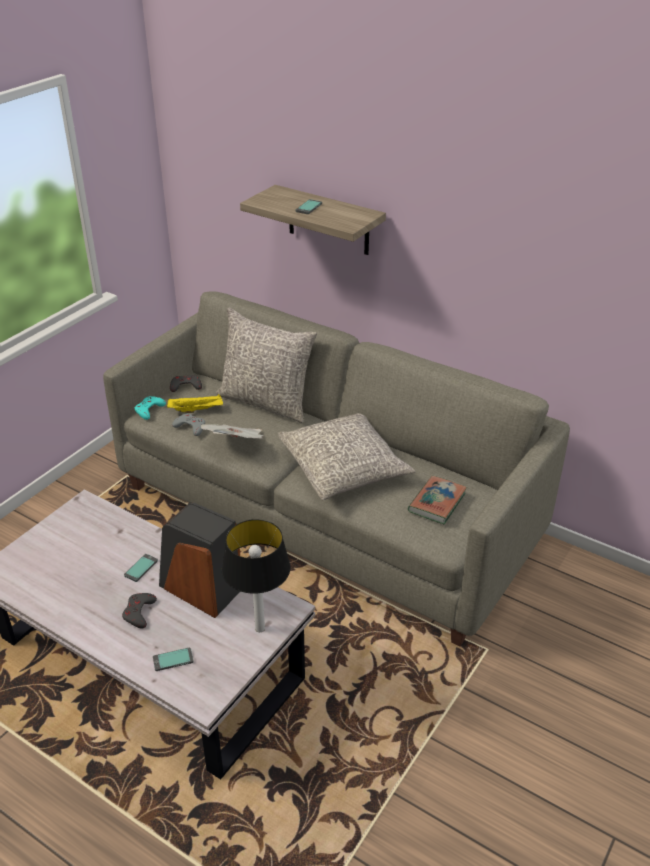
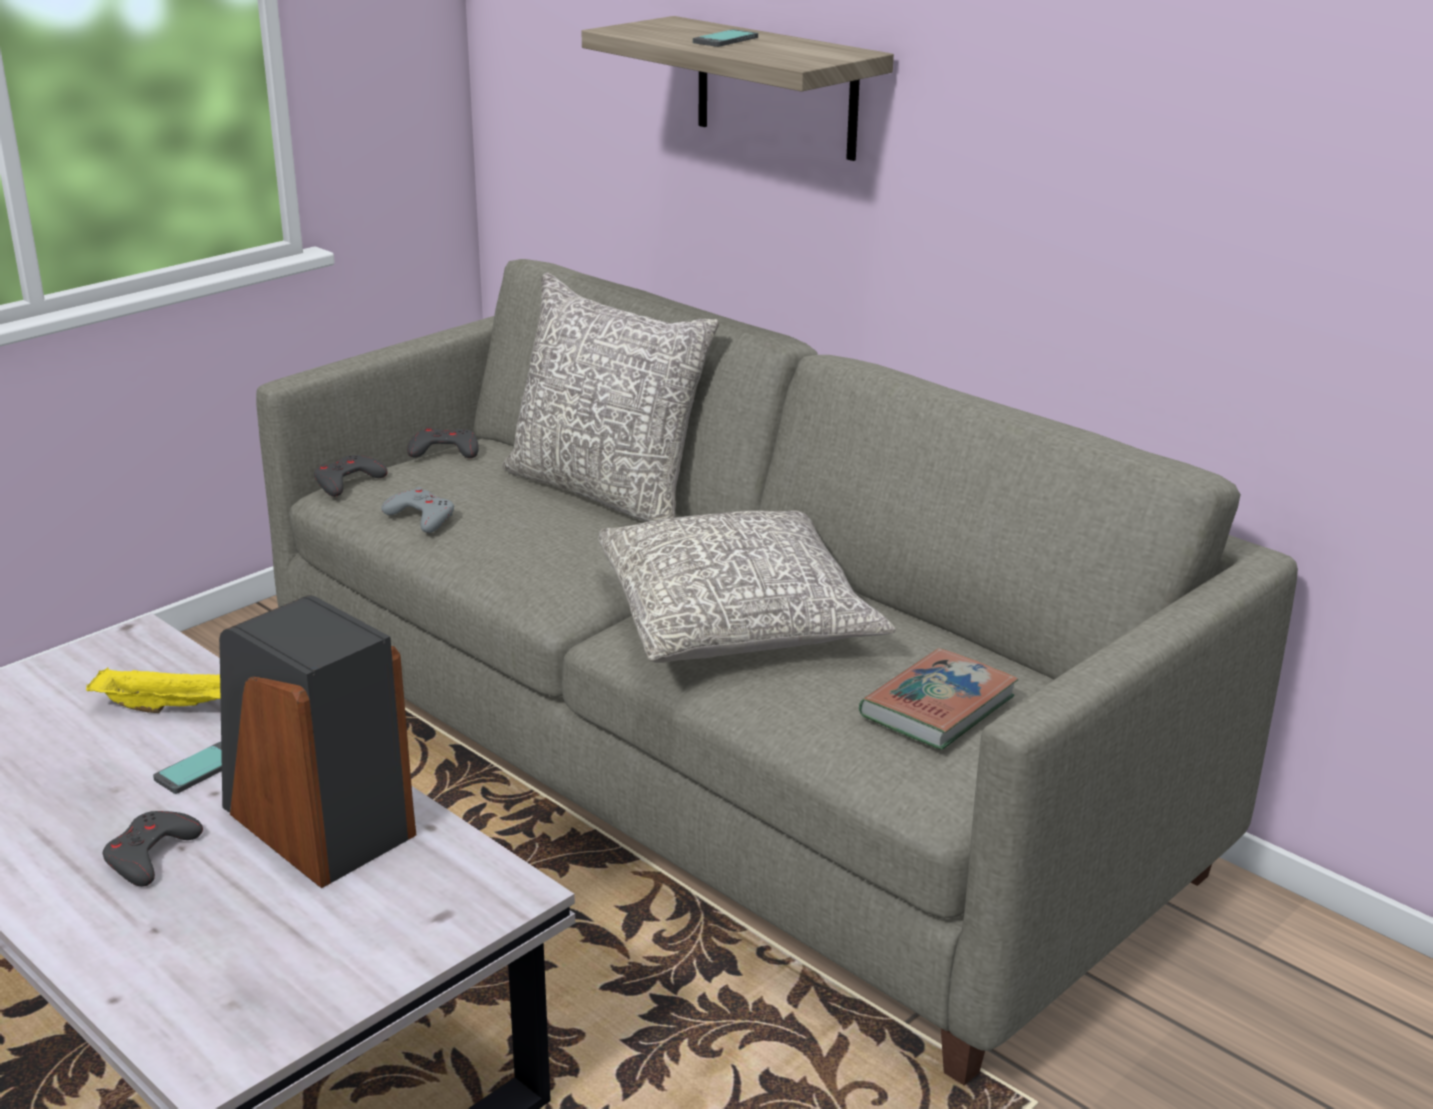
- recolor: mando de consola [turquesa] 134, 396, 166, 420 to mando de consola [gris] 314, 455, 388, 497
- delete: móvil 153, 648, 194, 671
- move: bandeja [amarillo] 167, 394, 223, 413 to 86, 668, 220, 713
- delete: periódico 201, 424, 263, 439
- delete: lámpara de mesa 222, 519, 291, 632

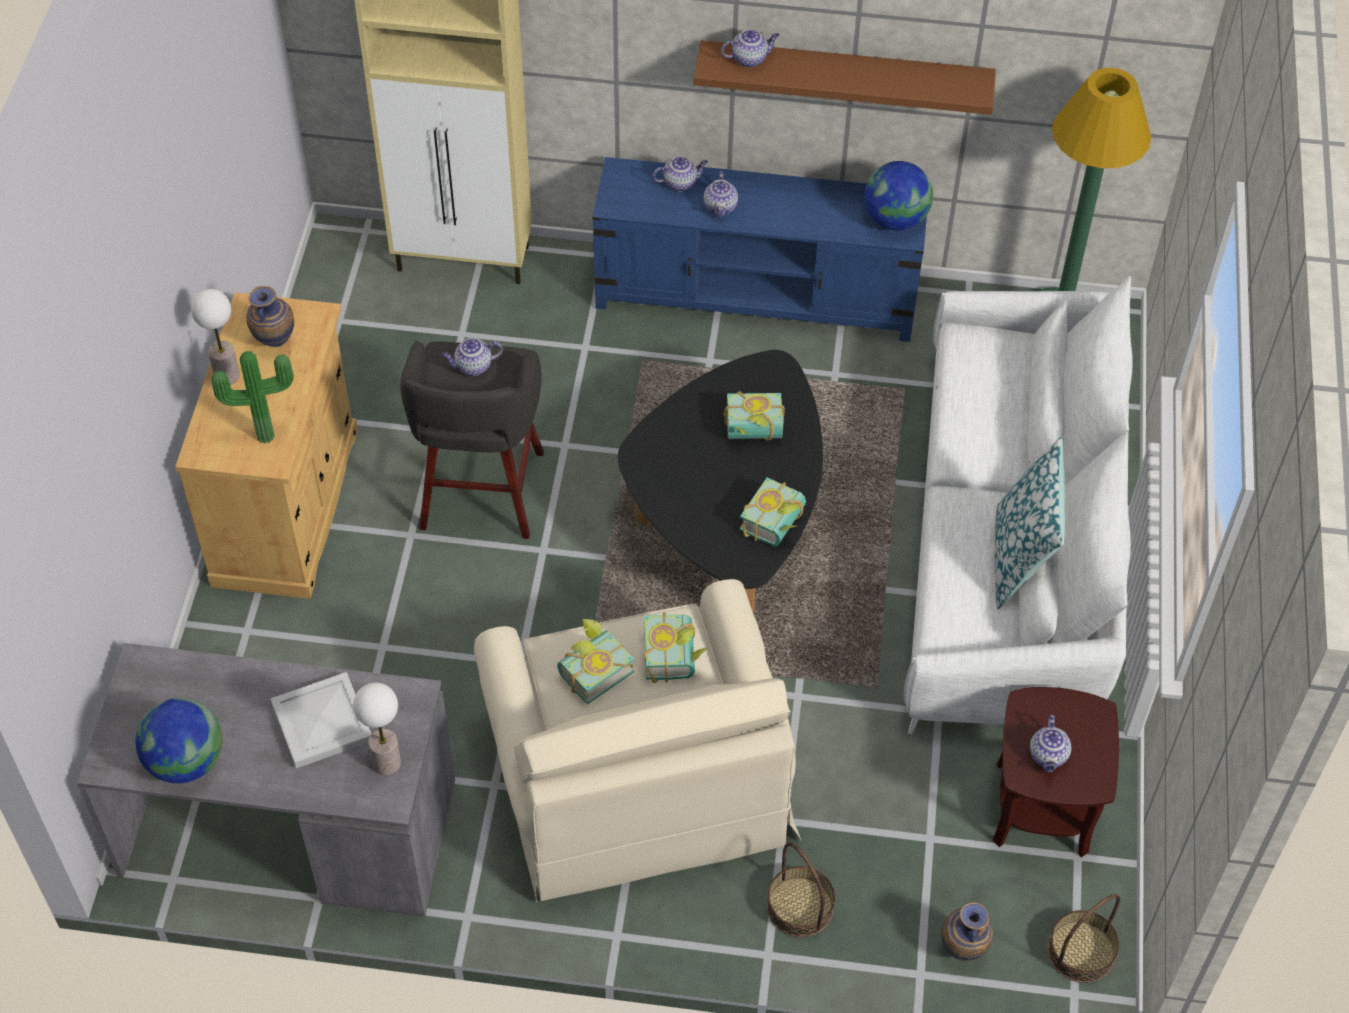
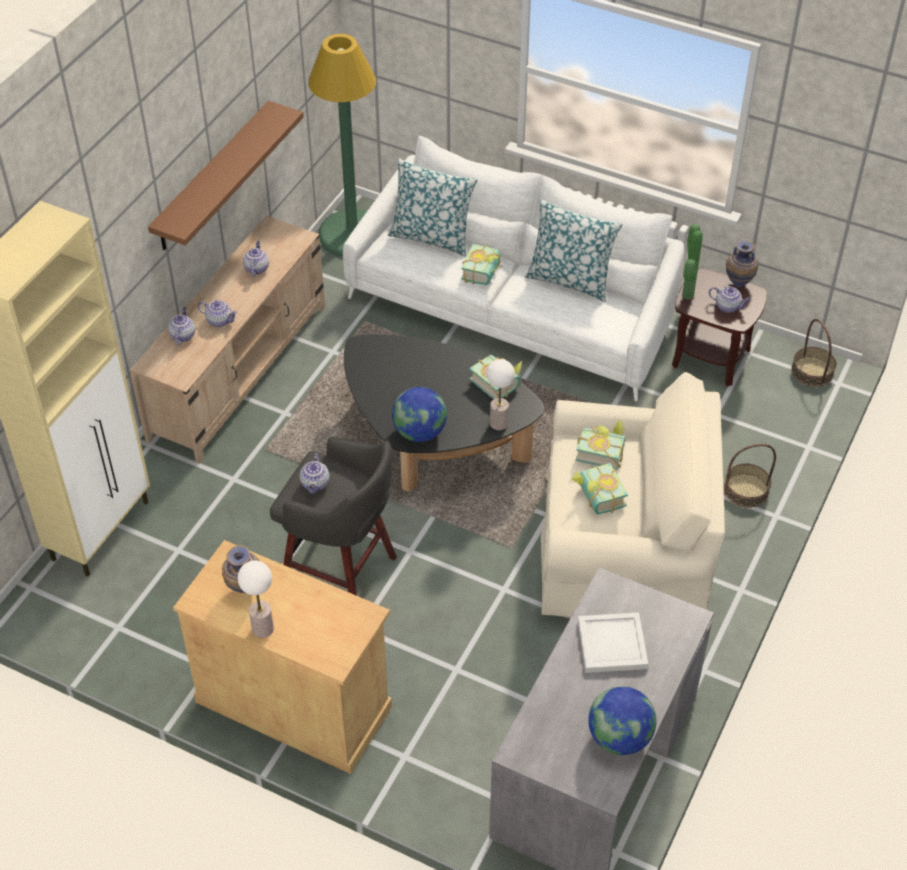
- move: planta en maceta 211, 351, 294, 444 to 682, 224, 703, 300
- move: lámpara de mesa 353, 682, 401, 775 to 486, 359, 515, 430
- recolor: mueble de televisión [azul] 592, 157, 927, 342 to mueble de televisión [beis] 130, 216, 325, 463
- move: tetera 721, 29, 779, 67 to 243, 241, 269, 277
- move: libro 724, 391, 785, 441 to 461, 244, 503, 285
- move: globo terráqueo 864, 161, 933, 230 to 392, 387, 447, 442
- move: florero 941, 902, 993, 961 to 726, 241, 758, 287
- insert: cojín 388, 159, 478, 257

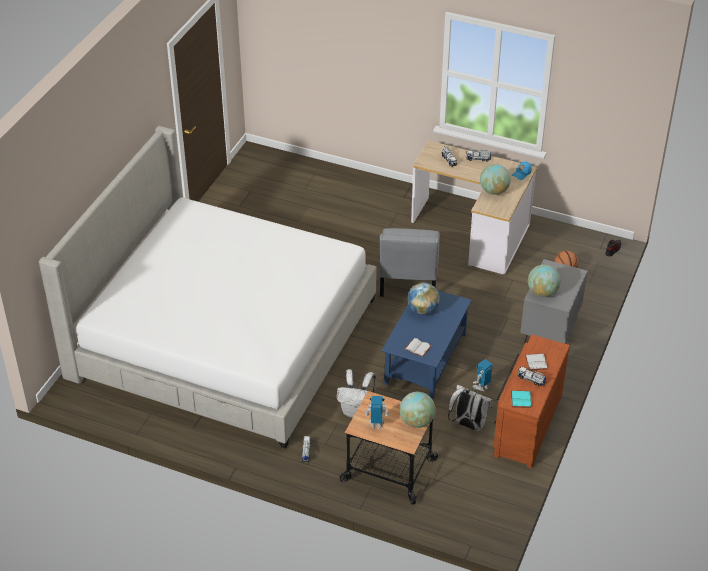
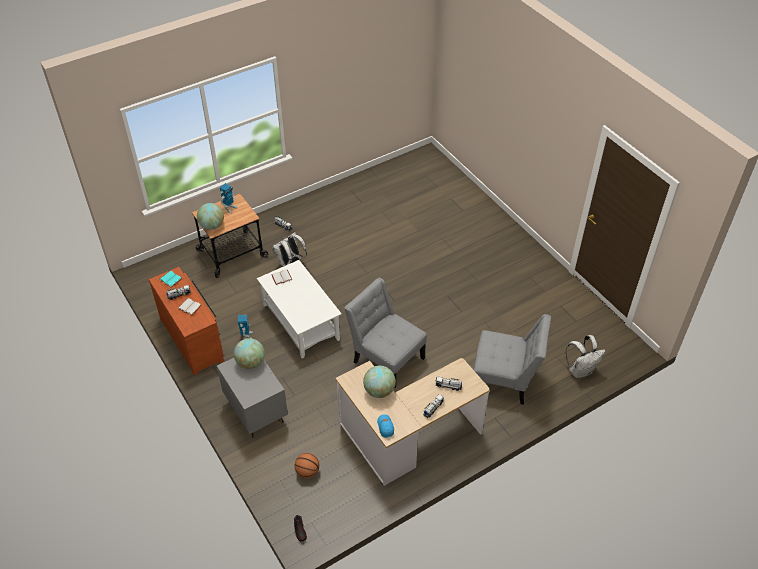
- delete: cama 39, 126, 377, 449
- recolor: mesa de centro [azul] 382, 291, 472, 399 to mesa de centro [blanco] 257, 260, 342, 358
- delete: globo terráqueo 408, 282, 440, 315
- move: mochila [blanco] 448, 385, 492, 431 to 566, 335, 606, 378
- insert: silla [gris] 473, 314, 551, 405

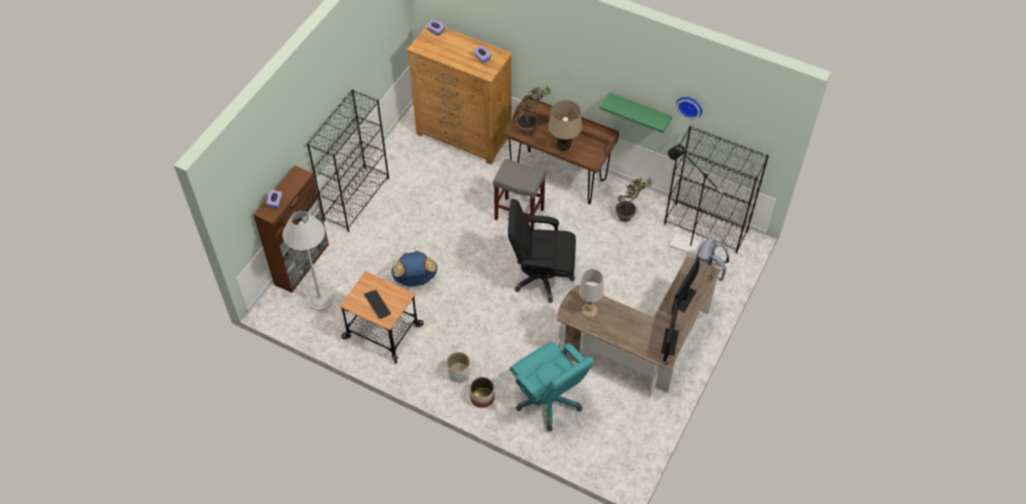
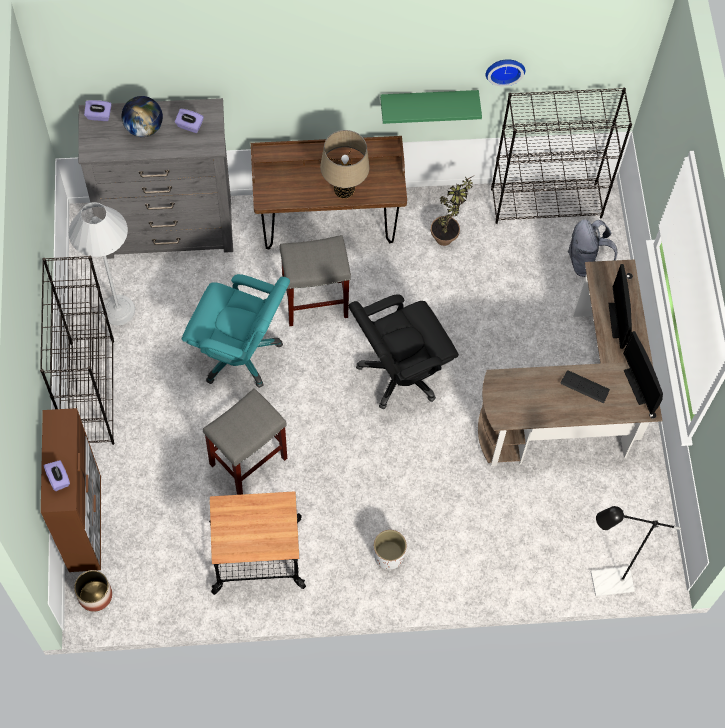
- move: lámpara de pie [blanco] 282, 211, 333, 311 to 69, 202, 135, 326
- move: teclado 364, 290, 391, 319 to 561, 370, 610, 403
- replace: mochila [azul] 391, 251, 438, 287 to taburete [gris] 203, 388, 287, 495
- recolor: cómoda [marrón] 407, 23, 513, 165 to cómoda [gris] 78, 98, 233, 259
- move: maceta 470, 377, 495, 408 to 74, 570, 112, 612
- move: silla de oficina [turquesa] 510, 342, 594, 431 to 182, 274, 290, 388
- delete: planta en maceta 516, 86, 551, 135
- delete: lámpara de mesa [blanco] 579, 269, 604, 317
- move: lámpara de pie [negro] 668, 144, 723, 255 to 591, 506, 681, 596
- insert: globo terráqueo 122, 96, 163, 137

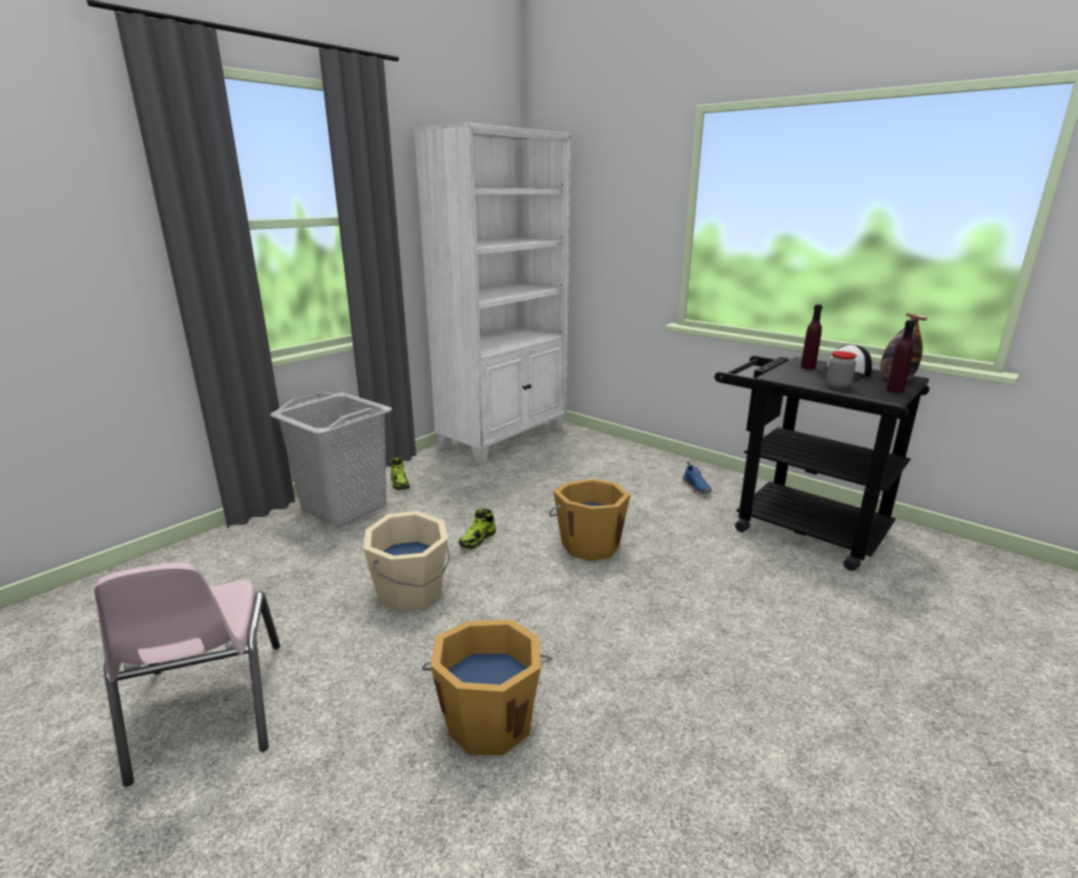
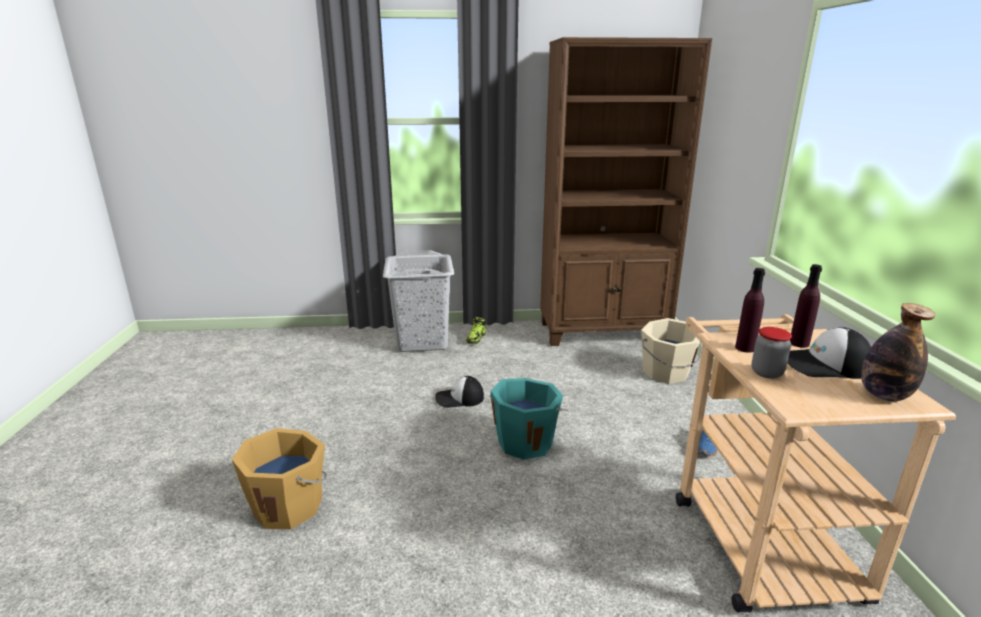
- delete: silla [rosa] 94, 563, 280, 787
- move: cubo [beis] 364, 511, 450, 612 to 641, 318, 702, 384
- recolor: estantería [blanco] 414, 122, 572, 464 to estantería [marrón] 540, 37, 712, 346
- replace: zapato 459, 508, 496, 550 to gorra 435, 376, 484, 408
- recolor: cubo [naranja] 549, 479, 631, 561 to cubo [turquesa] 490, 378, 569, 459
- recolor: carrito [negro] 715, 356, 930, 571 to carrito [beis] 676, 314, 956, 613
- move: botella [morado] 886, 320, 915, 393 to 735, 268, 765, 353

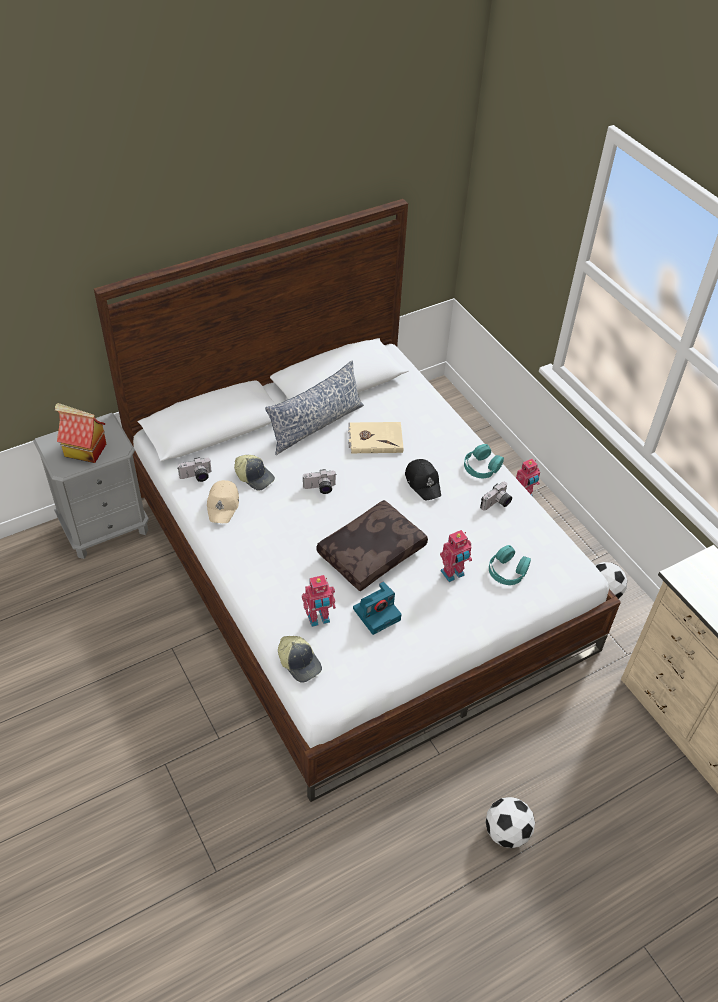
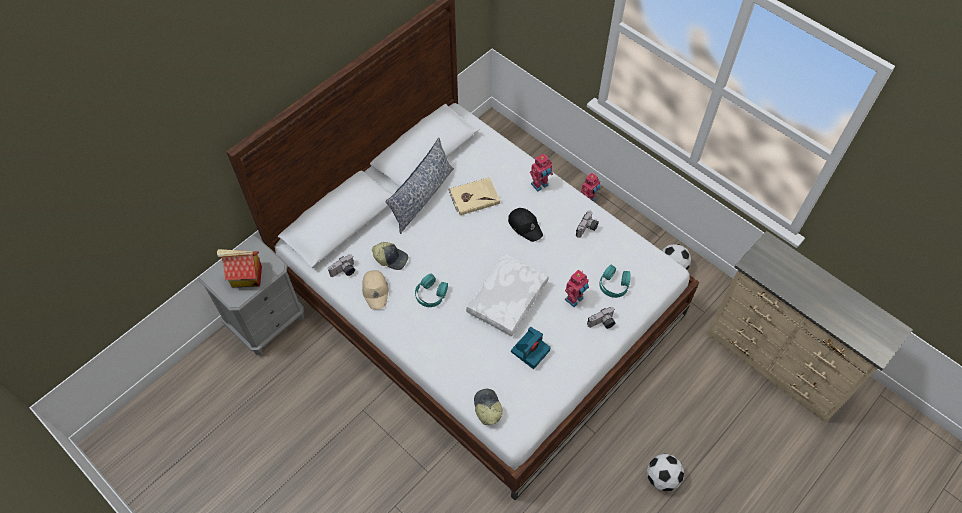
- rotate: gorra 278, 636, 322, 683 = 474, 389, 503, 425 135 degrees counterclockwise
- move: robot de juguete 302, 575, 336, 627 to 530, 153, 553, 191
- move: cámara 303, 469, 337, 494 to 587, 307, 615, 329
- recolor: cojín [marrón] 317, 500, 428, 591 to cojín [blanco] 466, 254, 549, 336
- move: auriculares [turquesa] 464, 444, 504, 478 to 415, 274, 448, 307

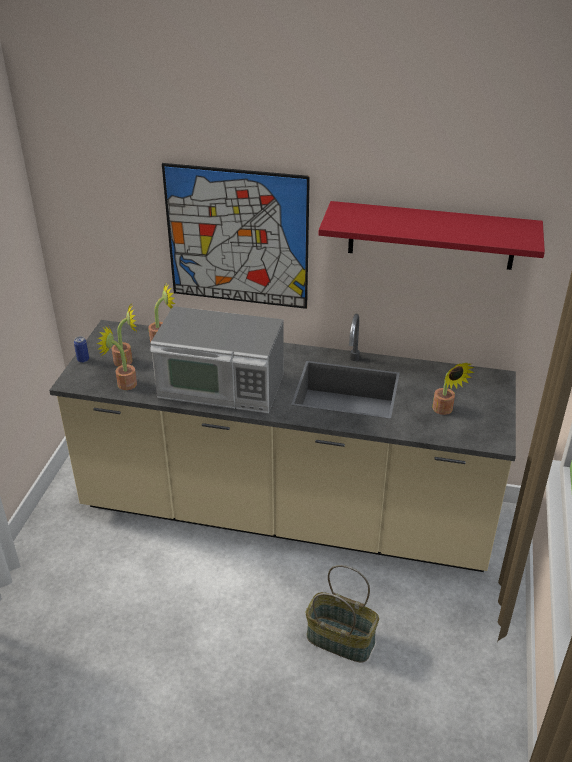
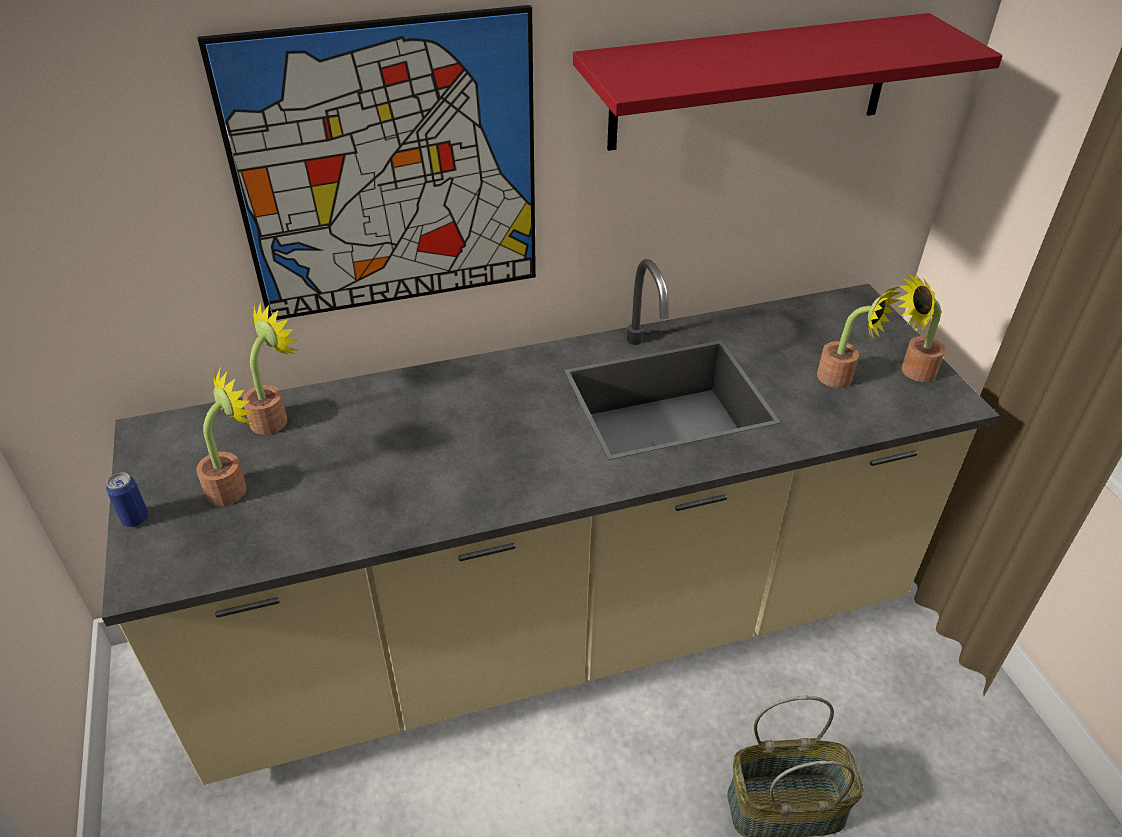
- move: planta en maceta 97, 326, 137, 390 to 896, 273, 946, 382
- delete: microondas 150, 306, 284, 413

